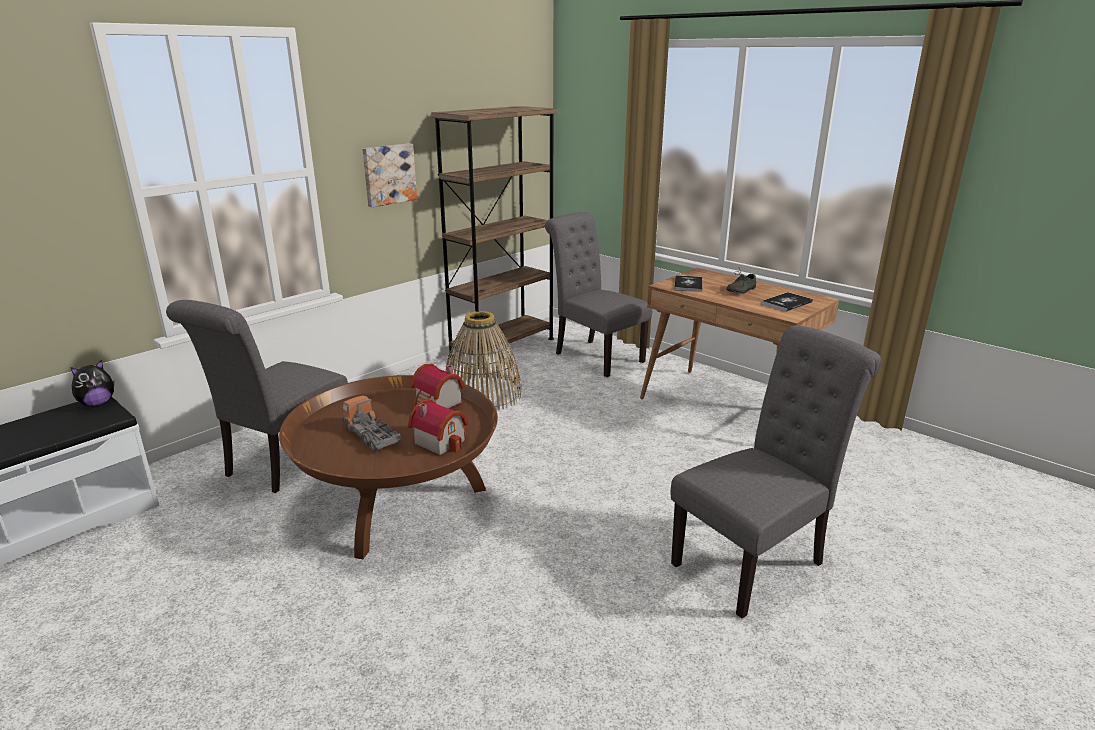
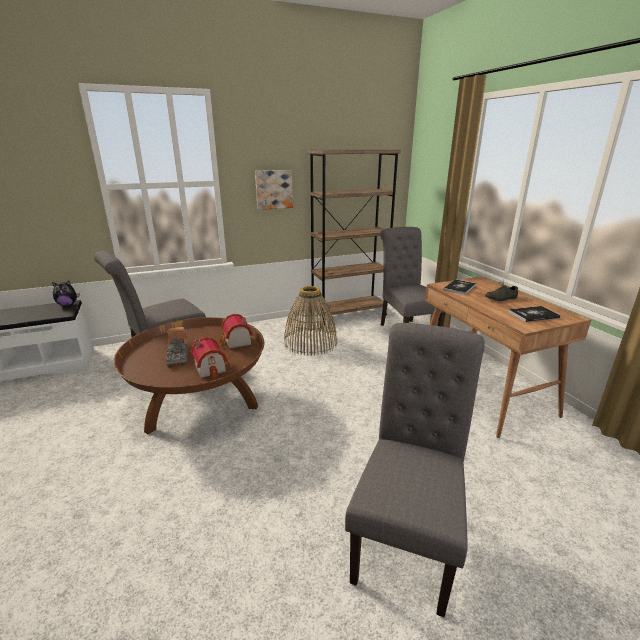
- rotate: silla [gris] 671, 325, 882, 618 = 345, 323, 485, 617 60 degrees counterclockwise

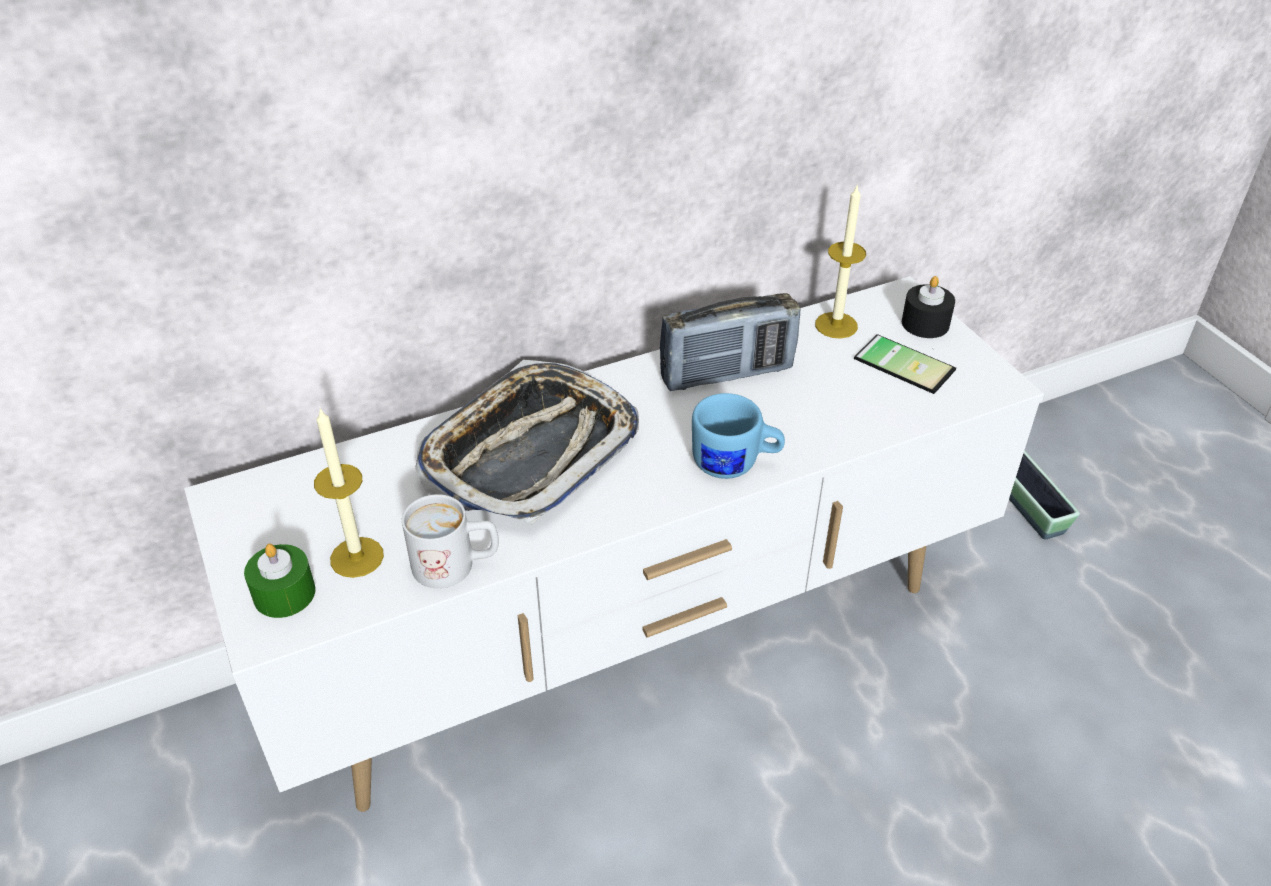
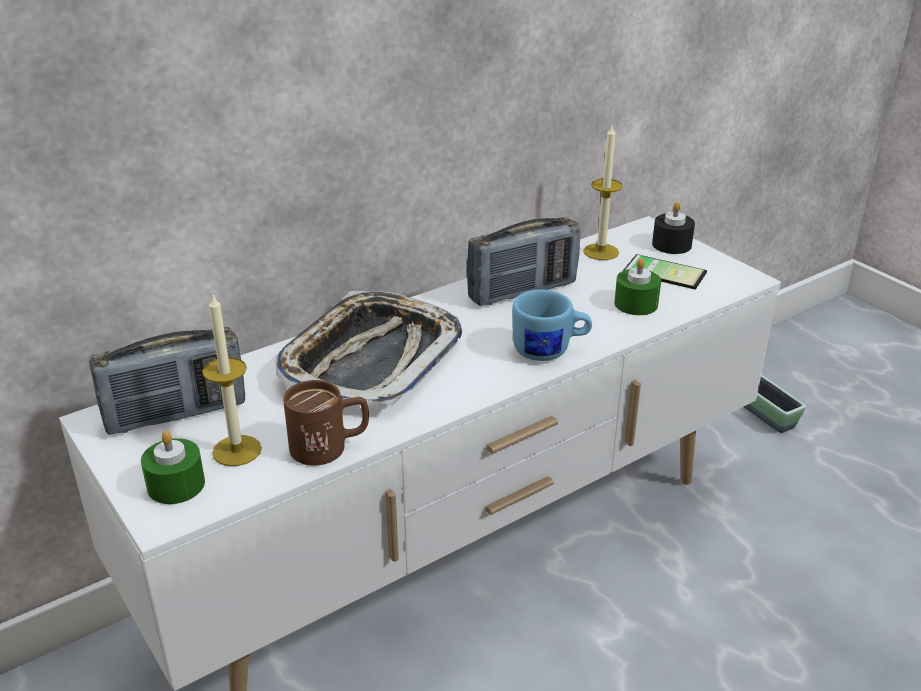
- recolor: taza grande [blanco] 402, 494, 499, 589 to taza grande [marrón] 283, 380, 369, 466
- insert: radio 89, 327, 245, 435
- insert: vela [verde] 614, 258, 661, 315

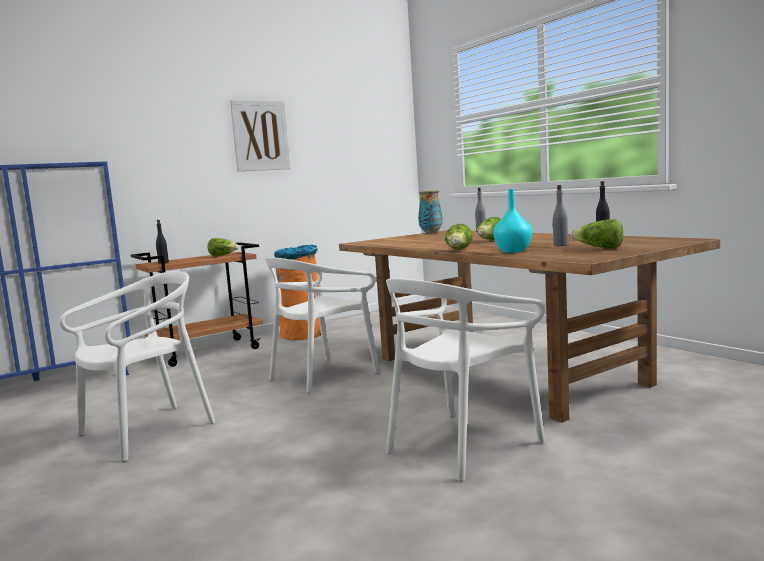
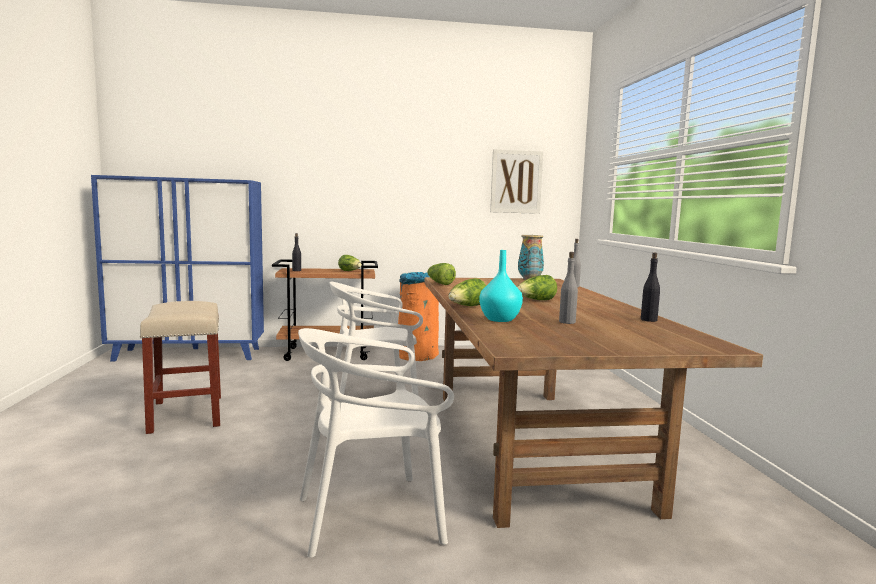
- replace: silla [blanco] 59, 271, 215, 462 to taburete [beis] 140, 301, 221, 434
- move: cuadro 230, 100, 290, 172 to 490, 149, 543, 214
- move: lechuga 571, 219, 623, 248 to 427, 263, 456, 285

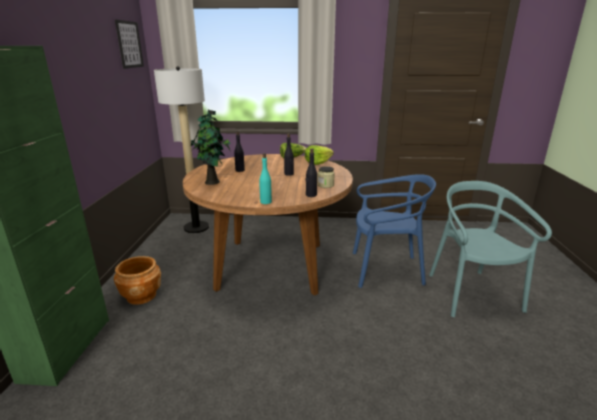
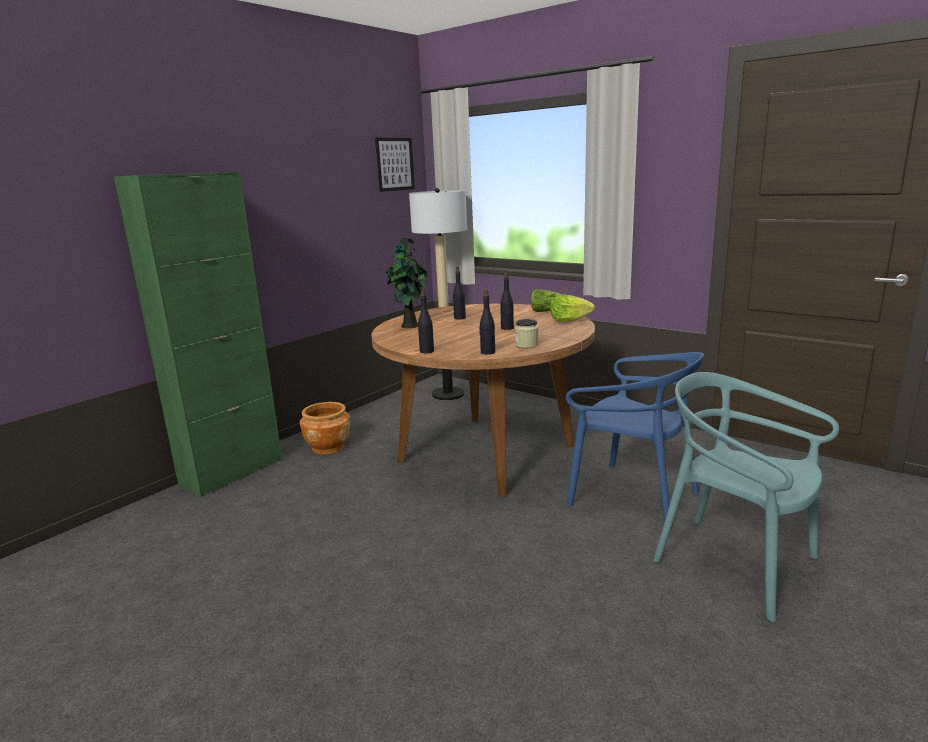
- recolor: botella [turquesa] 259, 153, 272, 204 to botella [negro] 418, 290, 434, 353
- rotate: silla [turquesa] 429, 181, 552, 317 = 653, 372, 839, 622 75 degrees counterclockwise

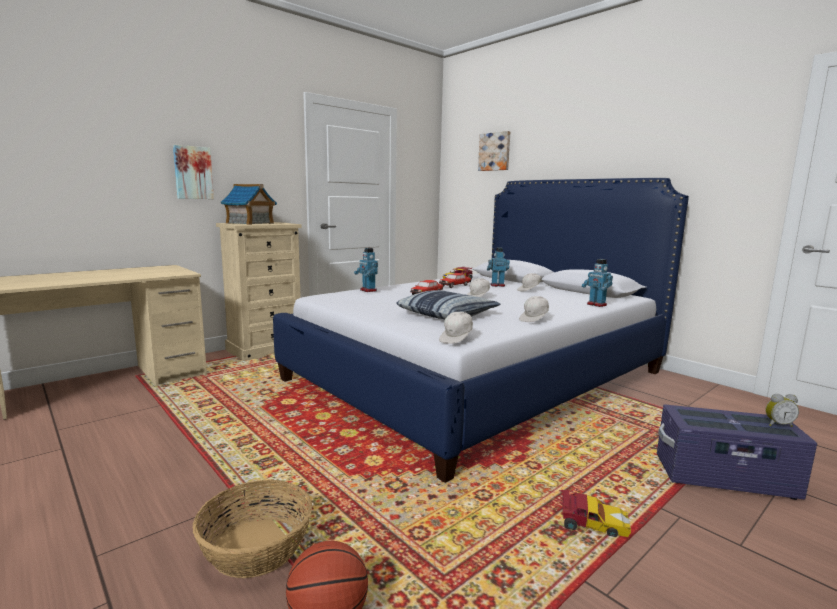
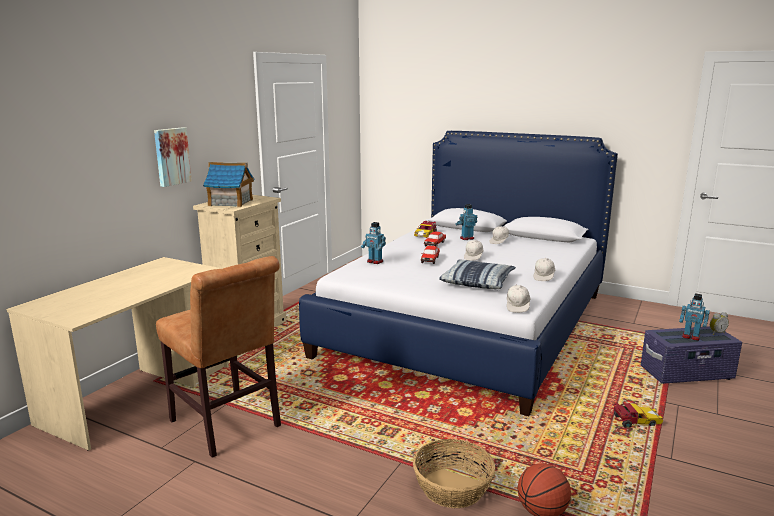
- delete: cuadro 478, 131, 510, 171
- move: robot de juguete 582, 259, 613, 307 to 679, 293, 710, 341
- insert: silla [marrón] 156, 256, 281, 458

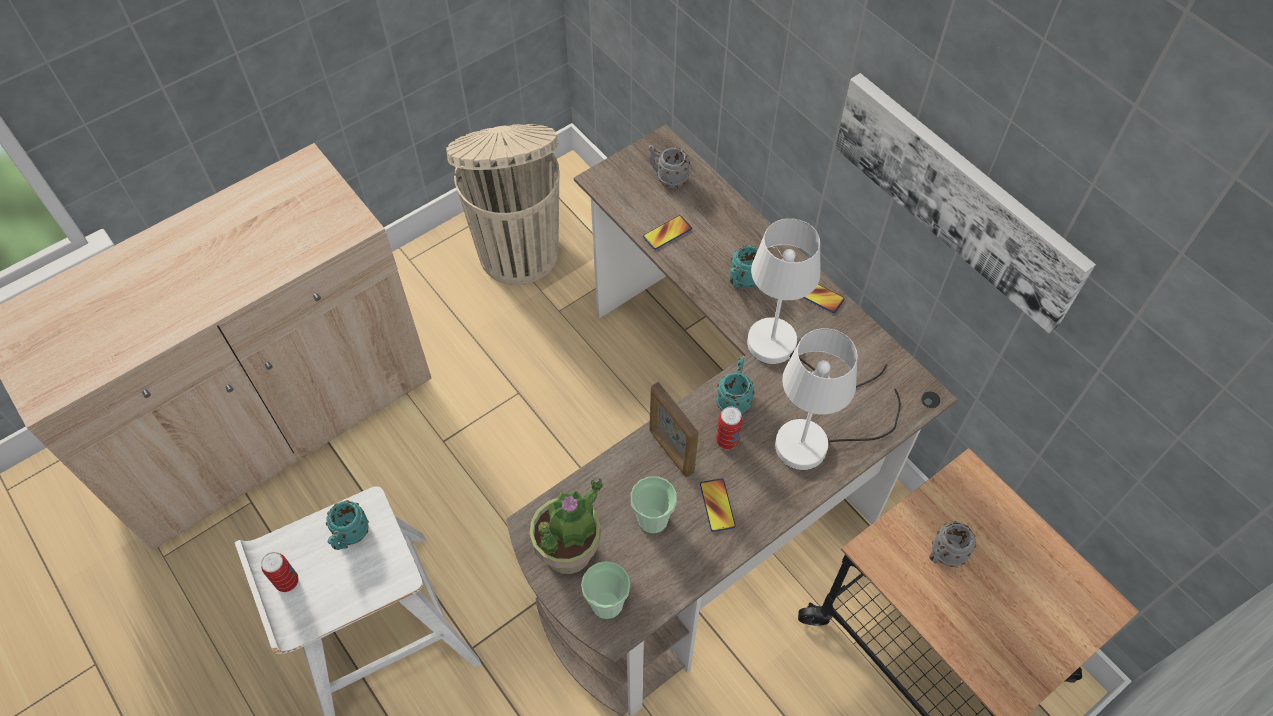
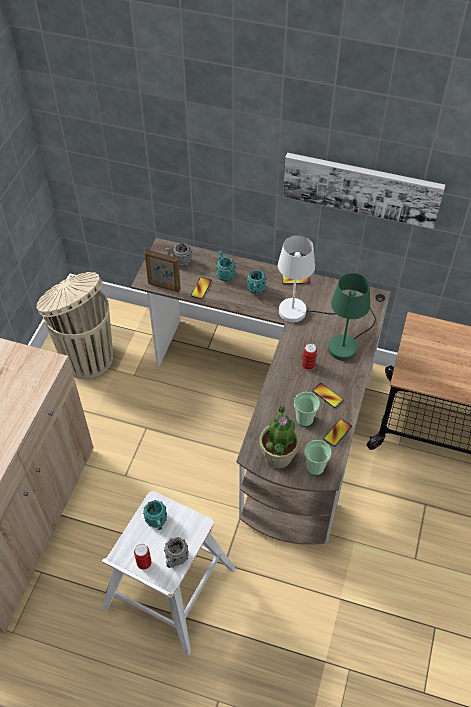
- move: portarretratos 649, 382, 699, 477 to 144, 249, 181, 292
- move: taza grande [turquesa] 716, 357, 754, 415 to 217, 251, 236, 282
- recolor: lámpara de mesa [blanco] 775, 328, 900, 470 to lámpara de mesa [verde] 328, 273, 376, 361
- move: taza grande [gris] 929, 521, 976, 567 to 164, 537, 189, 568
- insert: móvil 323, 419, 352, 447

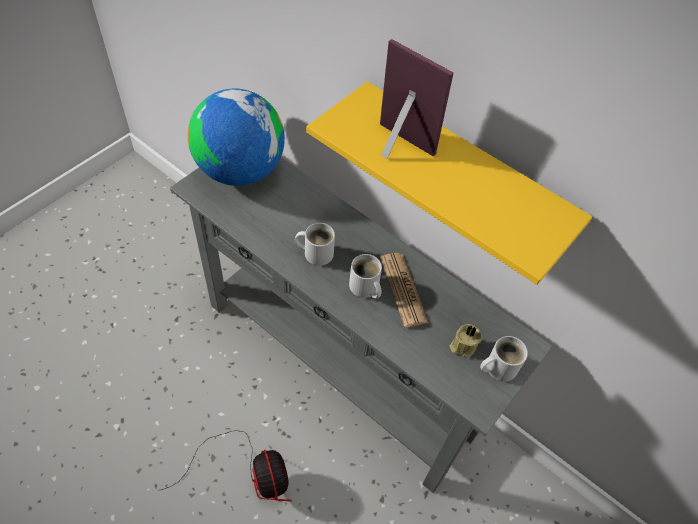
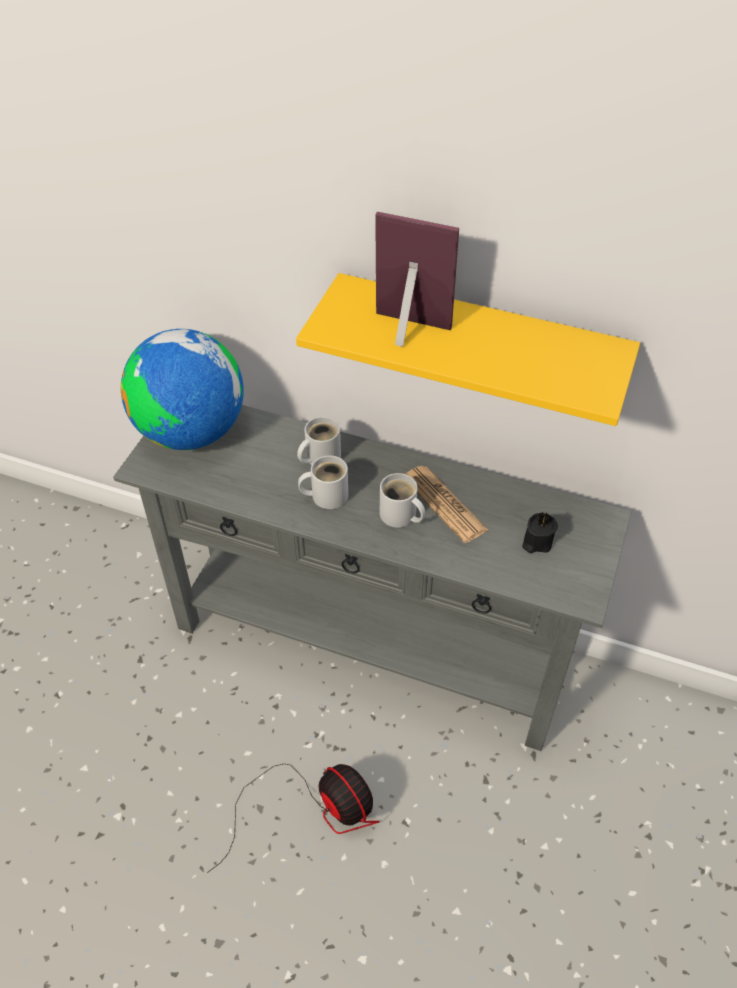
- recolor: vela [beis] 449, 324, 482, 357 to vela [negro] 522, 512, 558, 553
- move: taza grande [blanco] 480, 336, 528, 382 to 297, 416, 341, 465

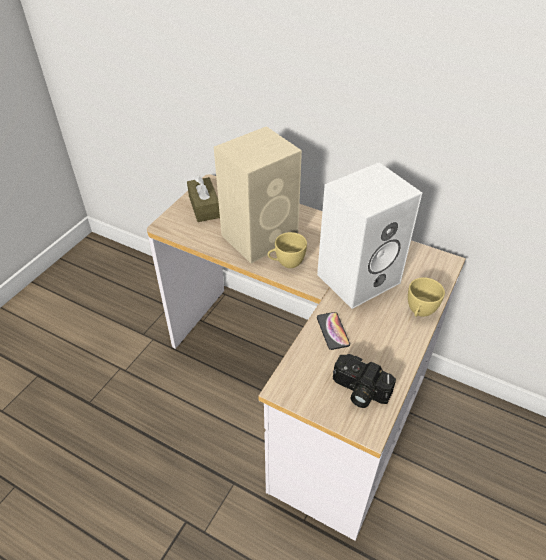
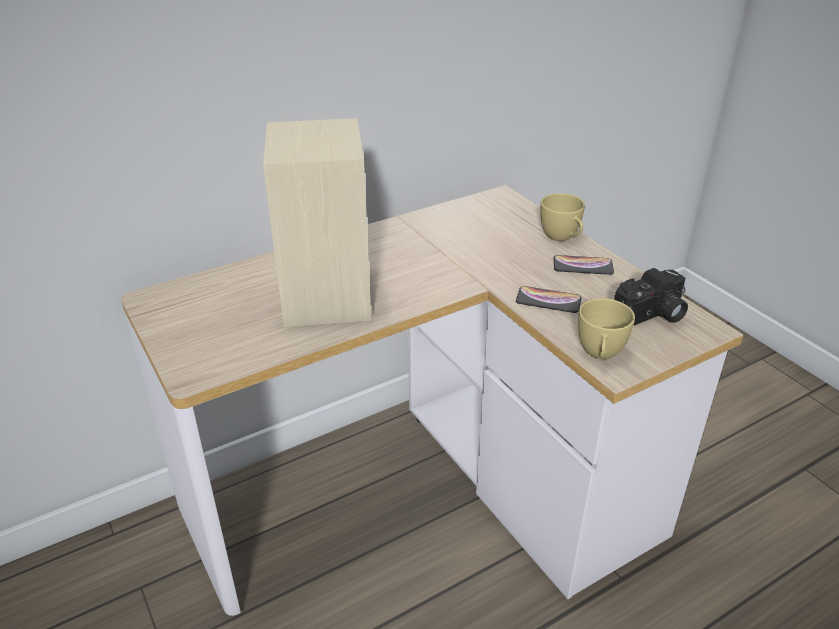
- delete: caja de pañuelos [marrón] 187, 175, 220, 222
- move: taza [amarillo] 267, 232, 307, 268 to 578, 298, 635, 359
- delete: altavoz [blanco] 317, 162, 422, 309
- insert: móvil 554, 255, 614, 275

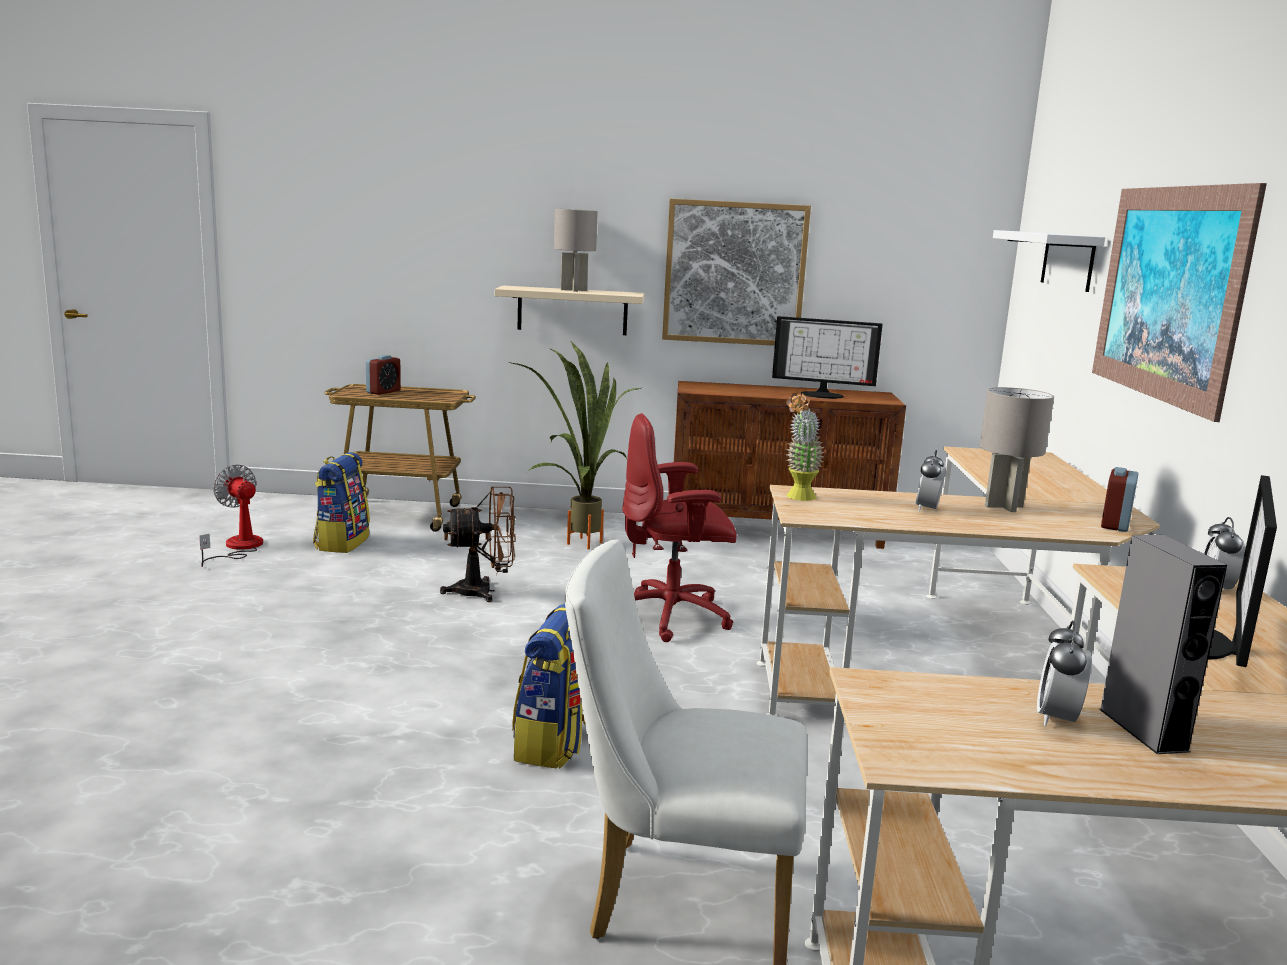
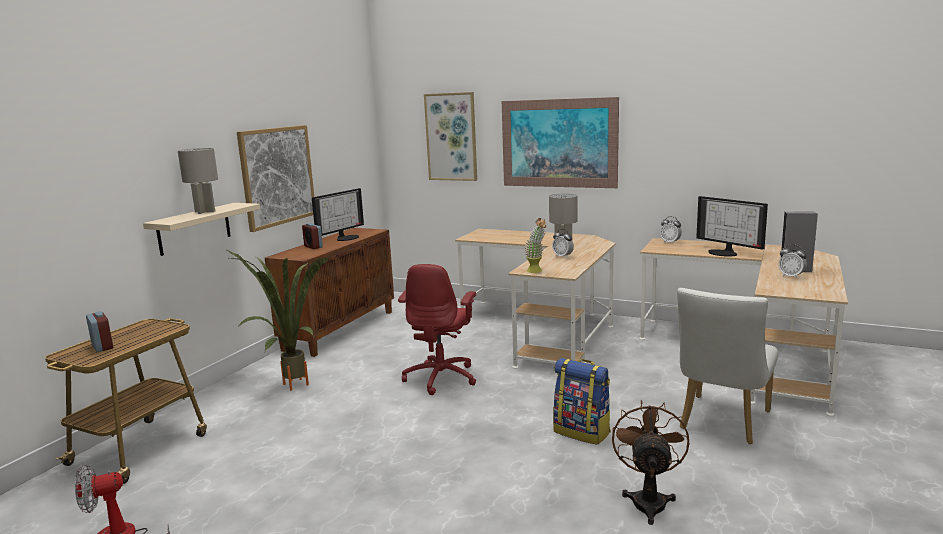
- delete: mochila 313, 452, 370, 553
- move: ventilador [marrón] 440, 486, 516, 602 to 612, 400, 689, 525
- replace: estante [blanco] 993, 230, 1105, 292 to cuadro 424, 92, 477, 181
- move: despertador 1101, 467, 1138, 532 to 302, 223, 323, 249

